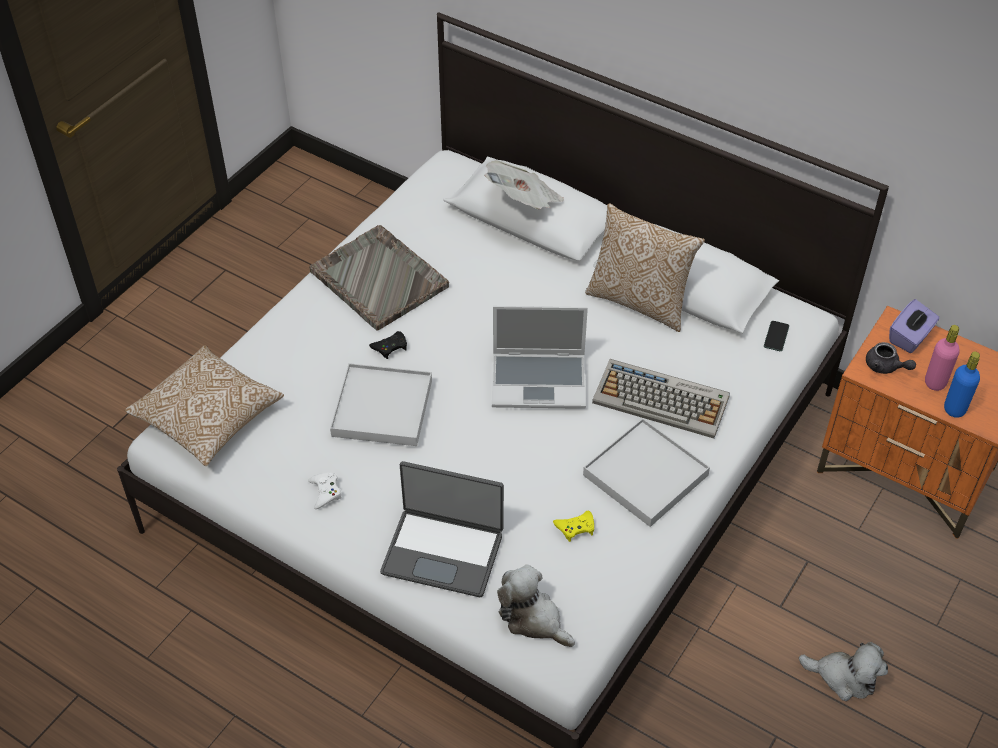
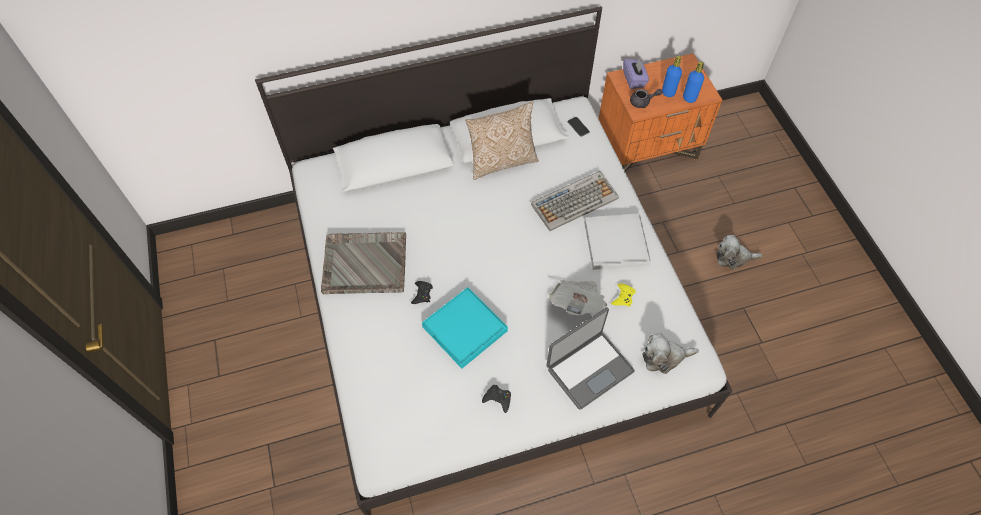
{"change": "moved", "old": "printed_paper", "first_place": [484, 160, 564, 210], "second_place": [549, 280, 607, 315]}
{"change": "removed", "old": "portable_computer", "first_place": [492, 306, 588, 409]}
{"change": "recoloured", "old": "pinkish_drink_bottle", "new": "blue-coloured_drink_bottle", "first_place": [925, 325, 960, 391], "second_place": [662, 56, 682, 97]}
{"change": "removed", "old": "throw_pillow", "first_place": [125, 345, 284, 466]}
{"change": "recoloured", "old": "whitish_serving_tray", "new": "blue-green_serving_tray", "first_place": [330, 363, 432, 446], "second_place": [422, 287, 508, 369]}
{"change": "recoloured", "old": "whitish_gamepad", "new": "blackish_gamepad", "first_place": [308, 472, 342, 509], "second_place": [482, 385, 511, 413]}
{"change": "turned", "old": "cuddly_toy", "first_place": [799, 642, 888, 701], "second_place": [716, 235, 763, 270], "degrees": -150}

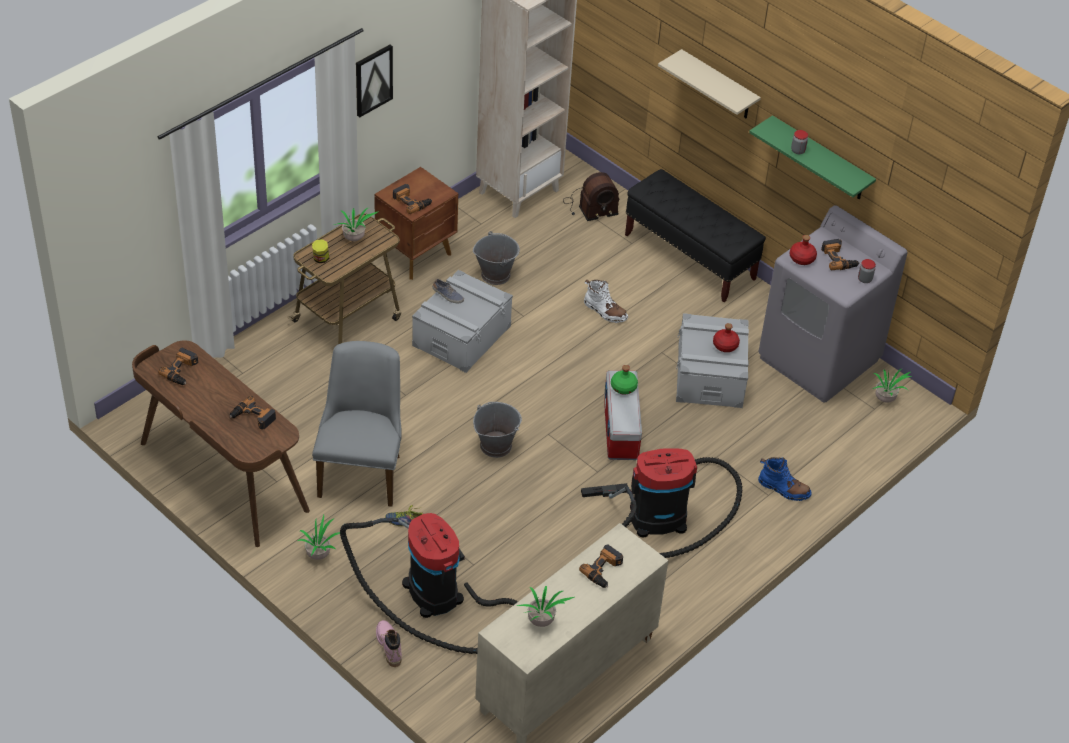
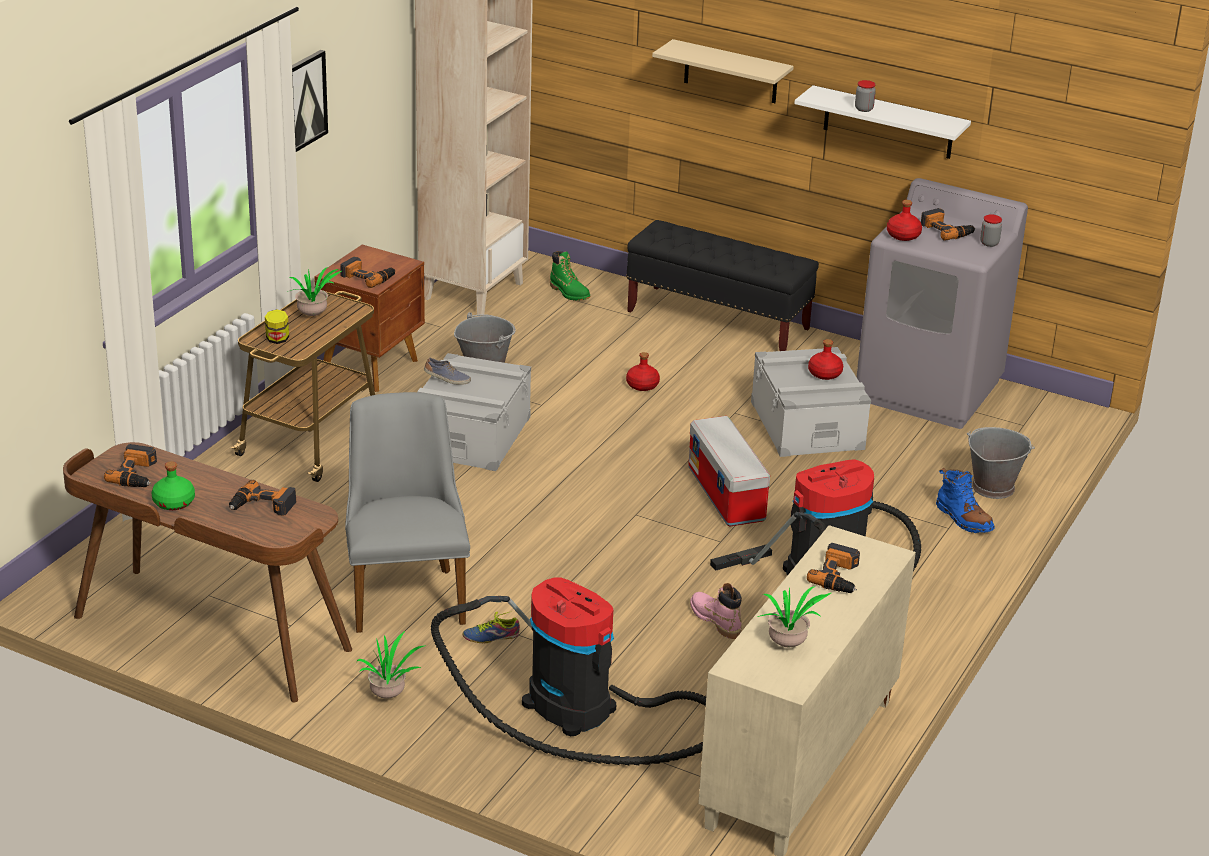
{"change": "recoloured", "old": "greenish_shelf", "new": "whitish_shelf", "first_place": [749, 115, 876, 199], "second_place": [794, 85, 971, 159]}
{"change": "replaced", "old": "radio_set", "new": "greenish_boot", "first_place": [563, 172, 619, 221], "second_place": [550, 251, 590, 301]}
{"change": "replaced", "old": "whitish_boot", "new": "red-coloured_drink_bottle", "first_place": [584, 280, 628, 323], "second_place": [626, 352, 660, 391]}
{"change": "moved", "old": "greenish_drink_bottle", "first_place": [611, 365, 638, 395], "second_place": [152, 461, 195, 510]}
{"change": "removed", "old": "houseplant", "first_place": [872, 368, 912, 403]}
{"change": "moved", "old": "gray_bucket", "first_place": [473, 402, 522, 458], "second_place": [967, 427, 1035, 499]}
{"change": "turned", "old": "blue-coloured_boot", "first_place": [758, 457, 812, 501], "second_place": [936, 468, 995, 533], "degrees": 45}
{"change": "moved", "old": "pinkish_boot", "first_place": [376, 620, 402, 667], "second_place": [690, 583, 742, 639]}

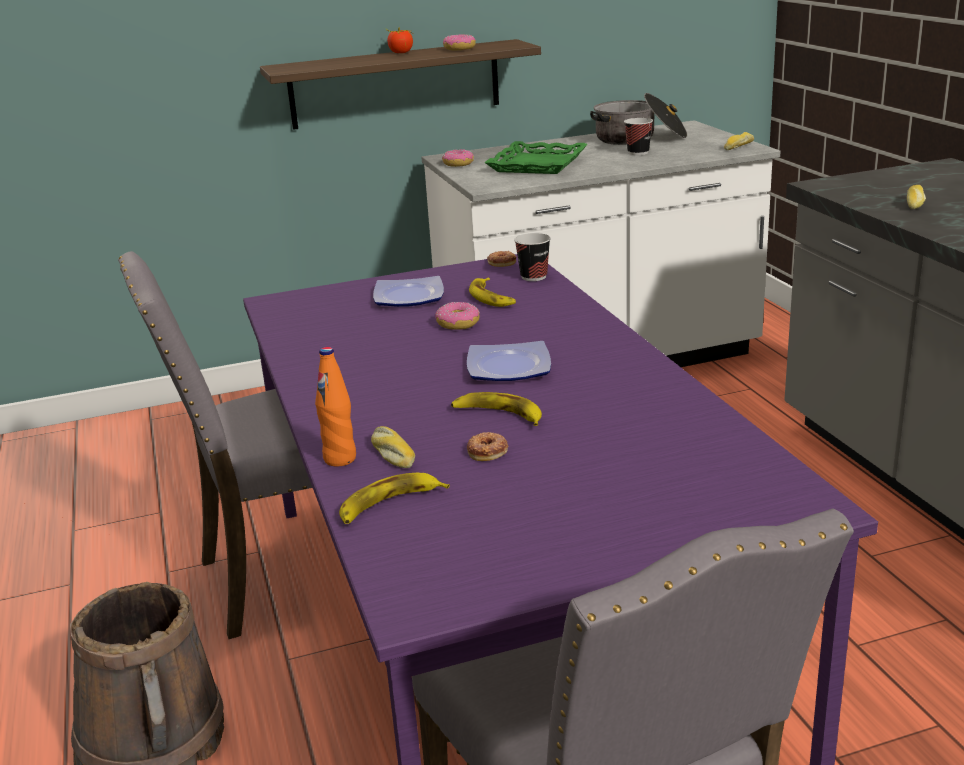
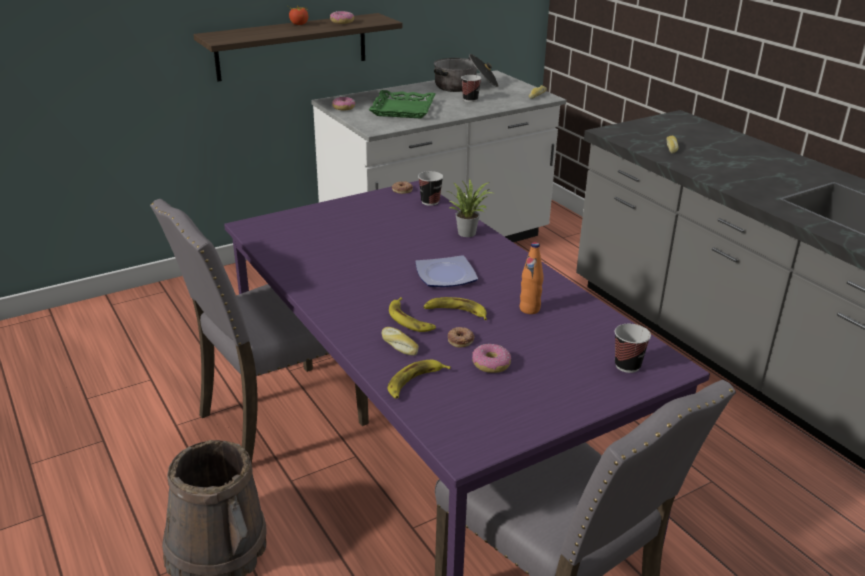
{"change": "removed", "old": "plate", "first_place": [373, 276, 444, 307]}
{"change": "moved", "old": "whole_banana", "first_place": [469, 277, 516, 307], "second_place": [389, 297, 436, 332]}
{"change": "moved", "old": "donut", "first_place": [435, 302, 480, 330], "second_place": [472, 344, 511, 373]}
{"change": "moved", "old": "orangey_drink_bottle", "first_place": [315, 347, 356, 467], "second_place": [520, 242, 544, 314]}
{"change": "added", "new": "houseplant", "second_place": [447, 179, 493, 237]}
{"change": "added", "new": "drinking_cup", "second_place": [615, 324, 651, 373]}

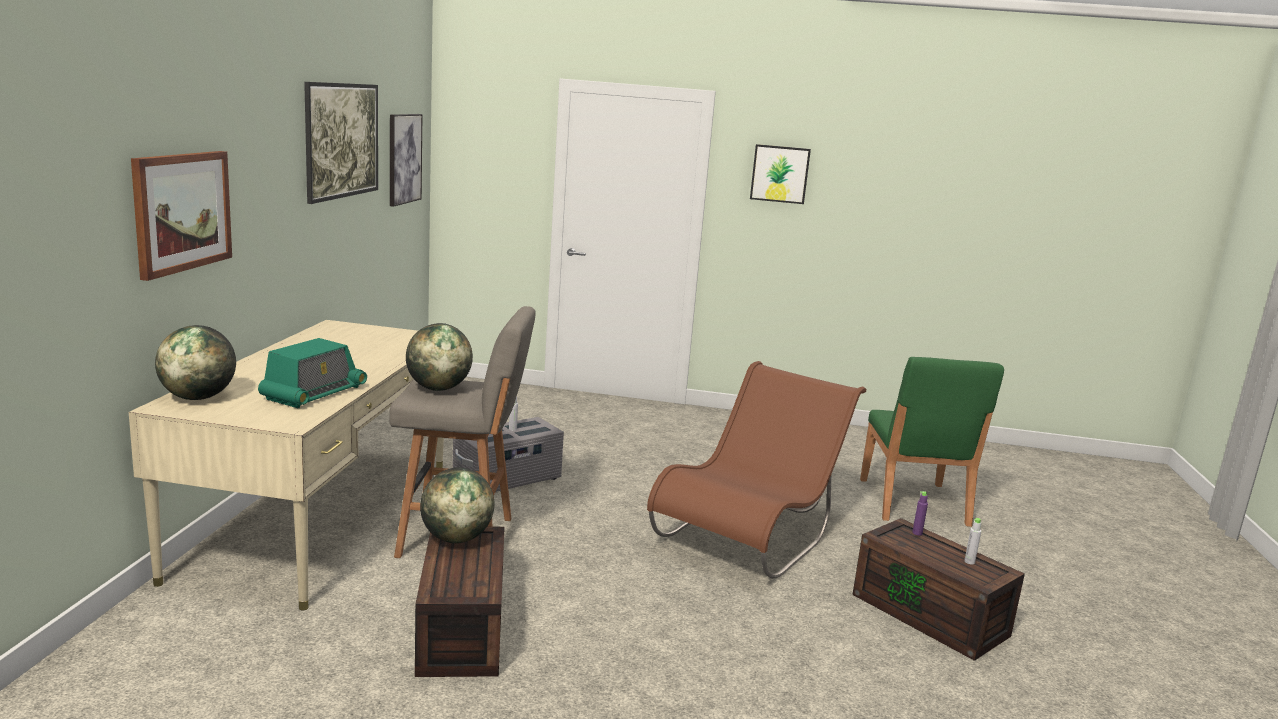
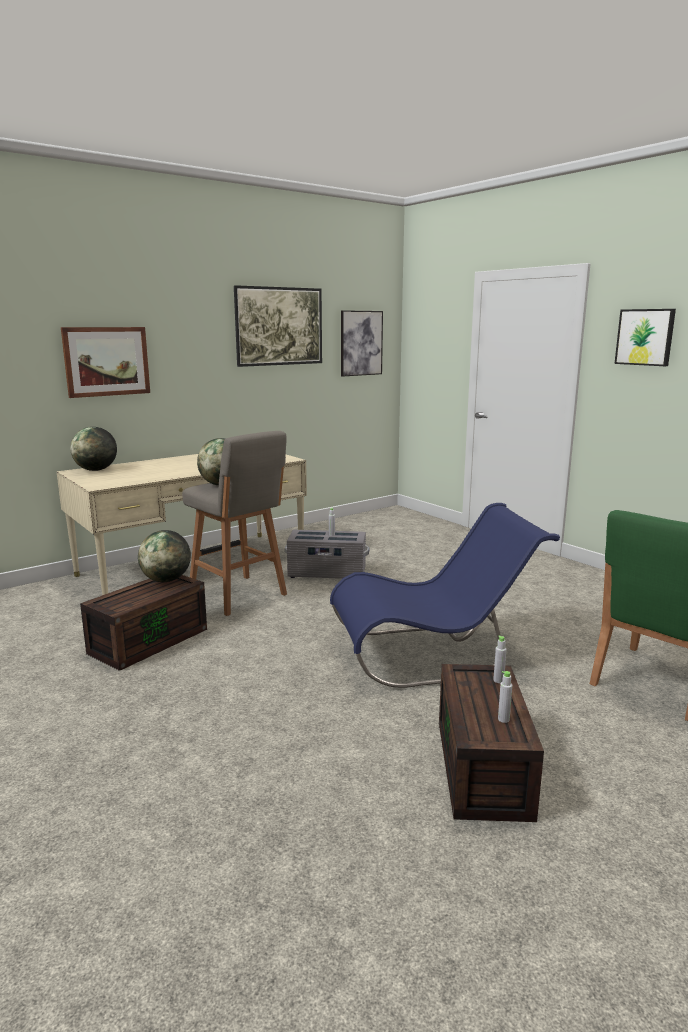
{"change": "removed", "old": "radio_set", "first_place": [258, 338, 367, 408]}
{"change": "recoloured", "old": "brown_plain_chair", "new": "blue-coloured_plain_chair", "first_place": [647, 361, 866, 578], "second_place": [330, 503, 560, 688]}
{"change": "recoloured", "old": "purplish_drink_bottle", "new": "gray_drink_bottle", "first_place": [912, 491, 928, 536], "second_place": [493, 635, 507, 683]}

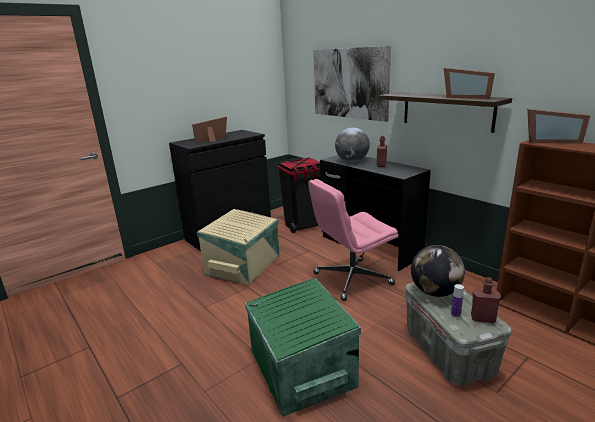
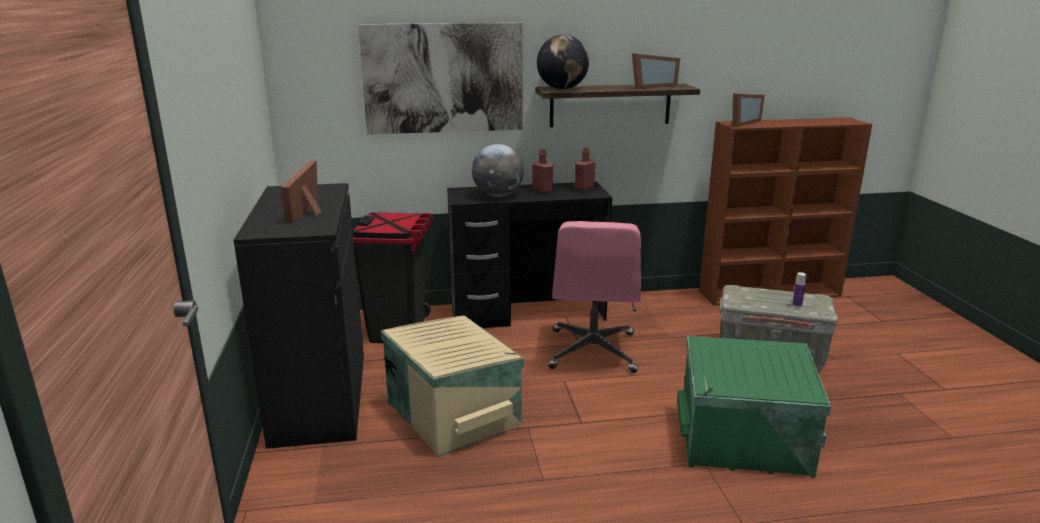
{"change": "moved", "old": "desk_globe", "first_place": [411, 245, 465, 297], "second_place": [537, 35, 589, 89]}
{"change": "moved", "old": "red-coloured_drink_bottle", "first_place": [471, 277, 501, 323], "second_place": [574, 147, 595, 191]}

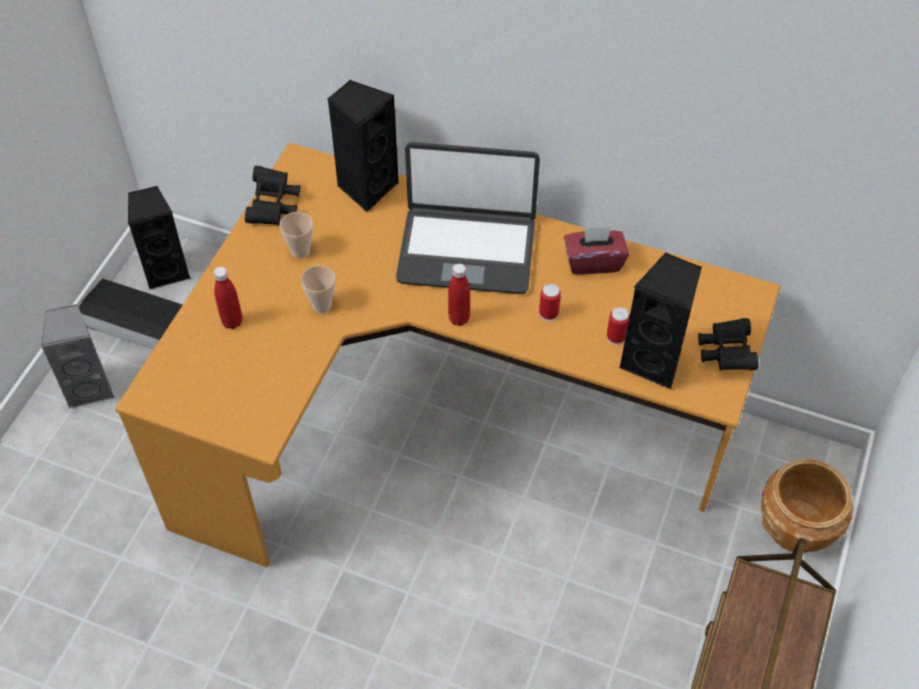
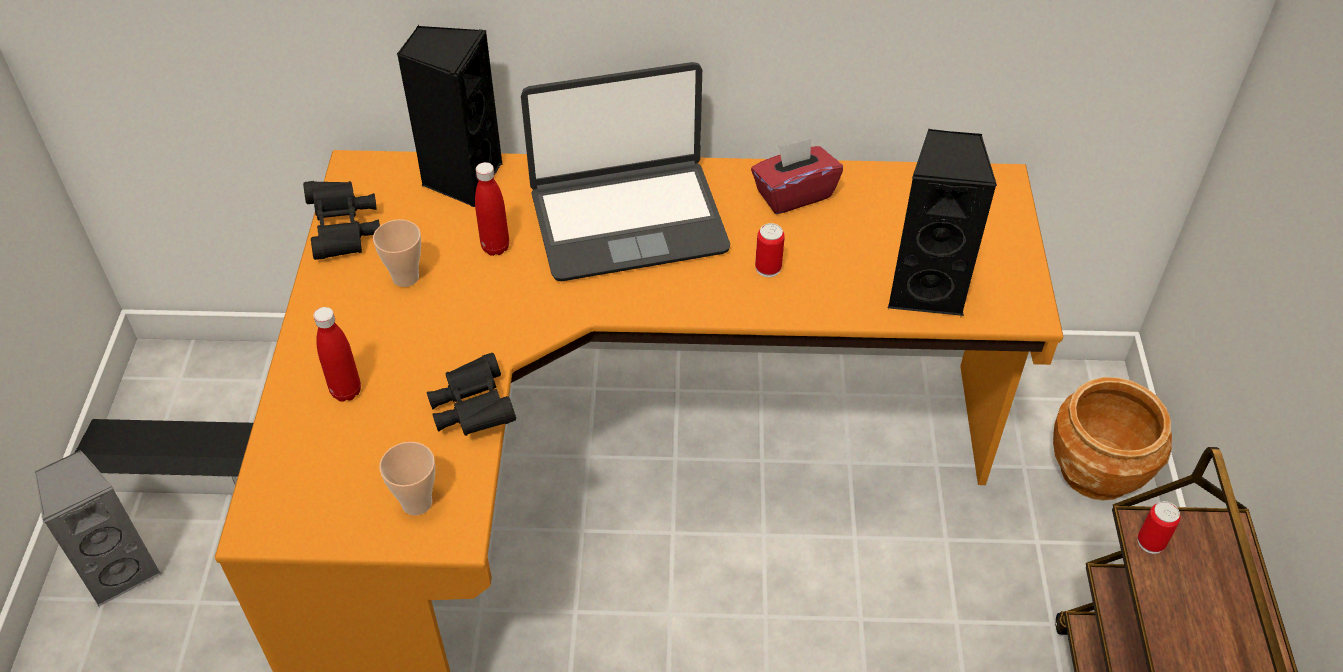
{"change": "removed", "old": "blackish_loudspeaker", "first_place": [128, 186, 191, 290]}
{"change": "moved", "old": "red-coloured_drink_bottle", "first_place": [448, 263, 470, 326], "second_place": [475, 162, 509, 256]}
{"change": "moved", "old": "drinking_cup", "first_place": [301, 266, 335, 313], "second_place": [379, 442, 435, 516]}
{"change": "moved", "old": "metal_can", "first_place": [607, 307, 630, 345], "second_place": [1138, 501, 1180, 554]}
{"change": "moved", "old": "blackish_pair_of_binoculars", "first_place": [698, 318, 758, 370], "second_place": [427, 353, 516, 436]}

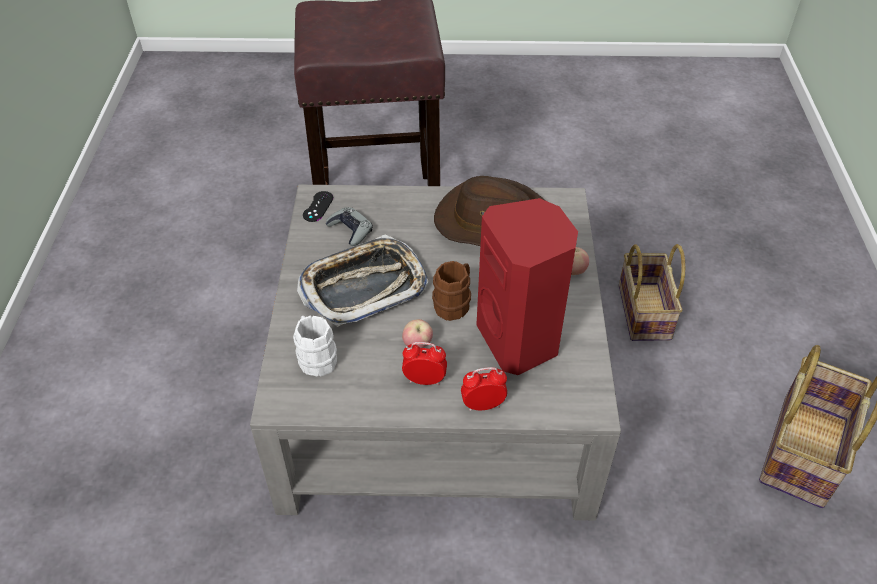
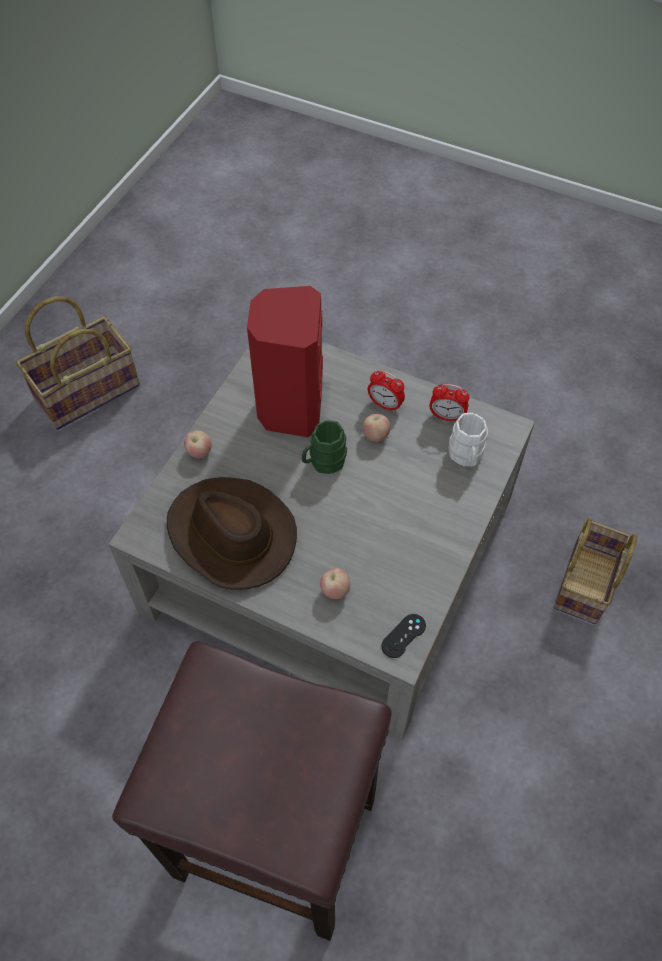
{"change": "removed", "old": "gray_gamepad", "first_place": [326, 207, 373, 246]}
{"change": "removed", "old": "serving_tray", "first_place": [297, 234, 429, 327]}
{"change": "moved", "old": "basket", "first_place": [619, 244, 685, 341], "second_place": [554, 517, 637, 624]}
{"change": "recoloured", "old": "brown_tea_mug", "new": "greenish_tea_mug", "first_place": [432, 261, 471, 321], "second_place": [302, 420, 347, 474]}
{"change": "moved", "old": "table_clock", "first_place": [461, 367, 507, 411], "second_place": [429, 384, 469, 421]}
{"change": "added", "new": "whole_apple", "second_place": [320, 568, 350, 599]}

